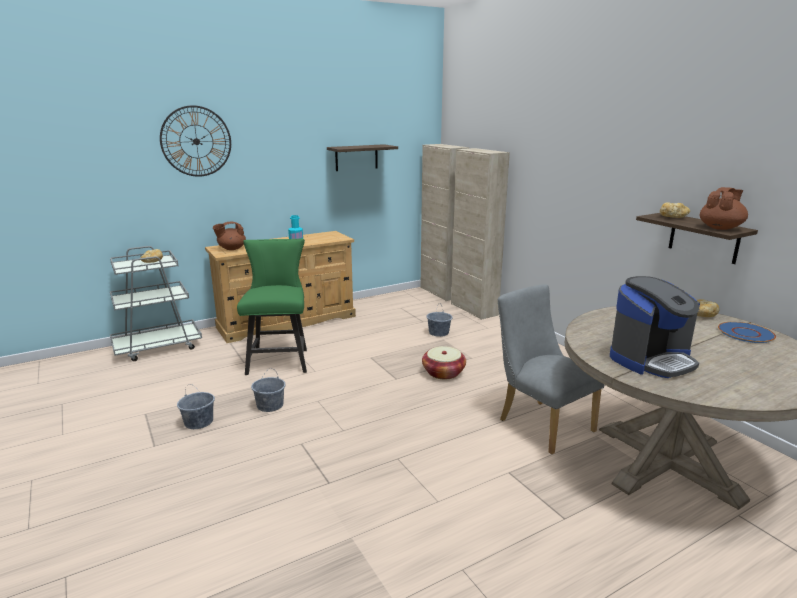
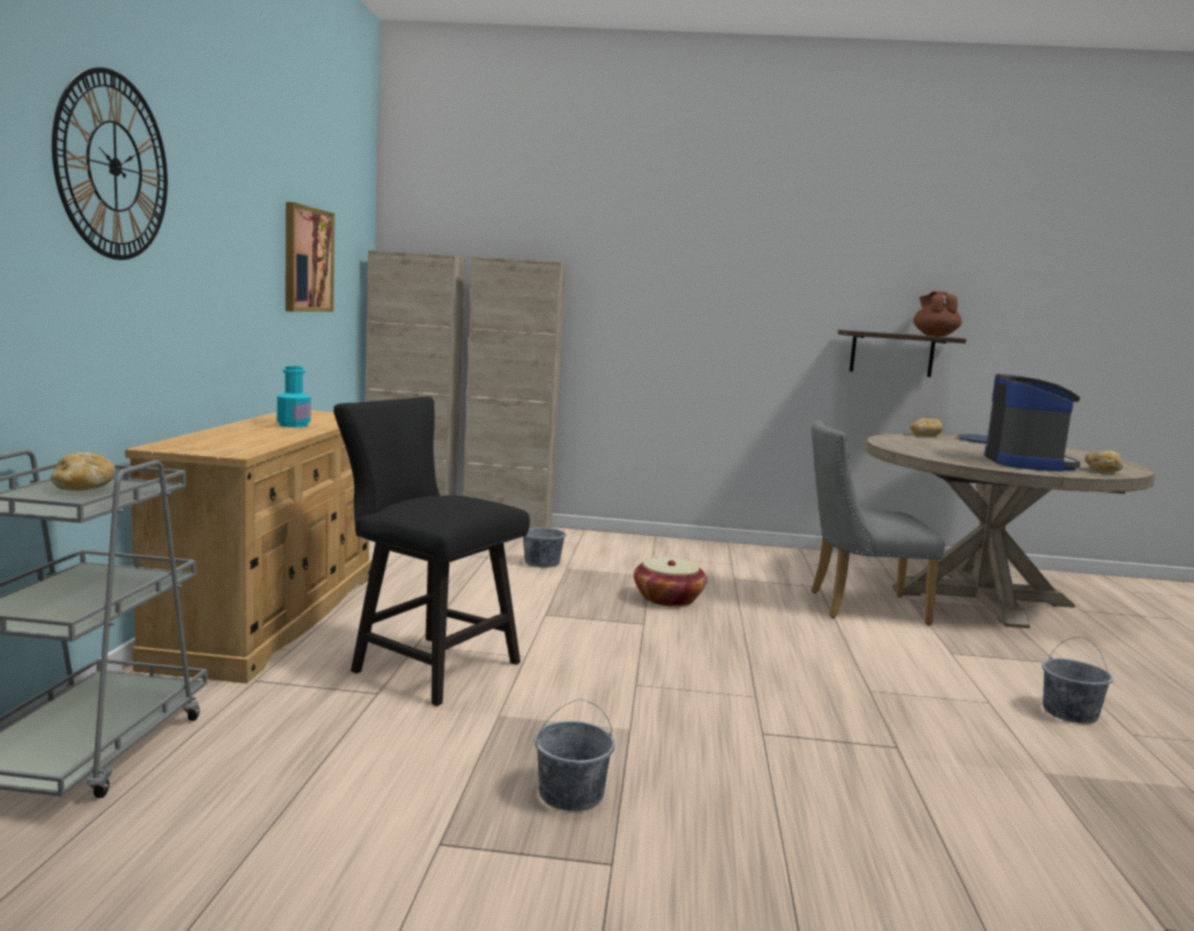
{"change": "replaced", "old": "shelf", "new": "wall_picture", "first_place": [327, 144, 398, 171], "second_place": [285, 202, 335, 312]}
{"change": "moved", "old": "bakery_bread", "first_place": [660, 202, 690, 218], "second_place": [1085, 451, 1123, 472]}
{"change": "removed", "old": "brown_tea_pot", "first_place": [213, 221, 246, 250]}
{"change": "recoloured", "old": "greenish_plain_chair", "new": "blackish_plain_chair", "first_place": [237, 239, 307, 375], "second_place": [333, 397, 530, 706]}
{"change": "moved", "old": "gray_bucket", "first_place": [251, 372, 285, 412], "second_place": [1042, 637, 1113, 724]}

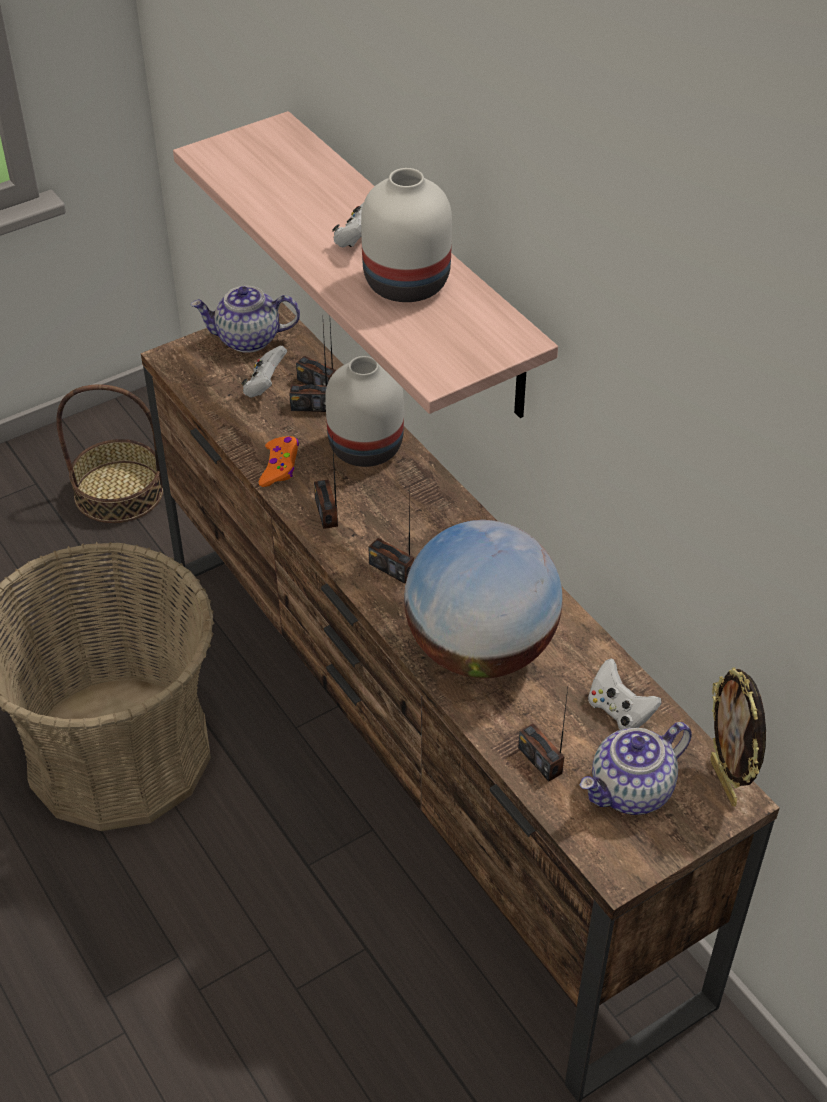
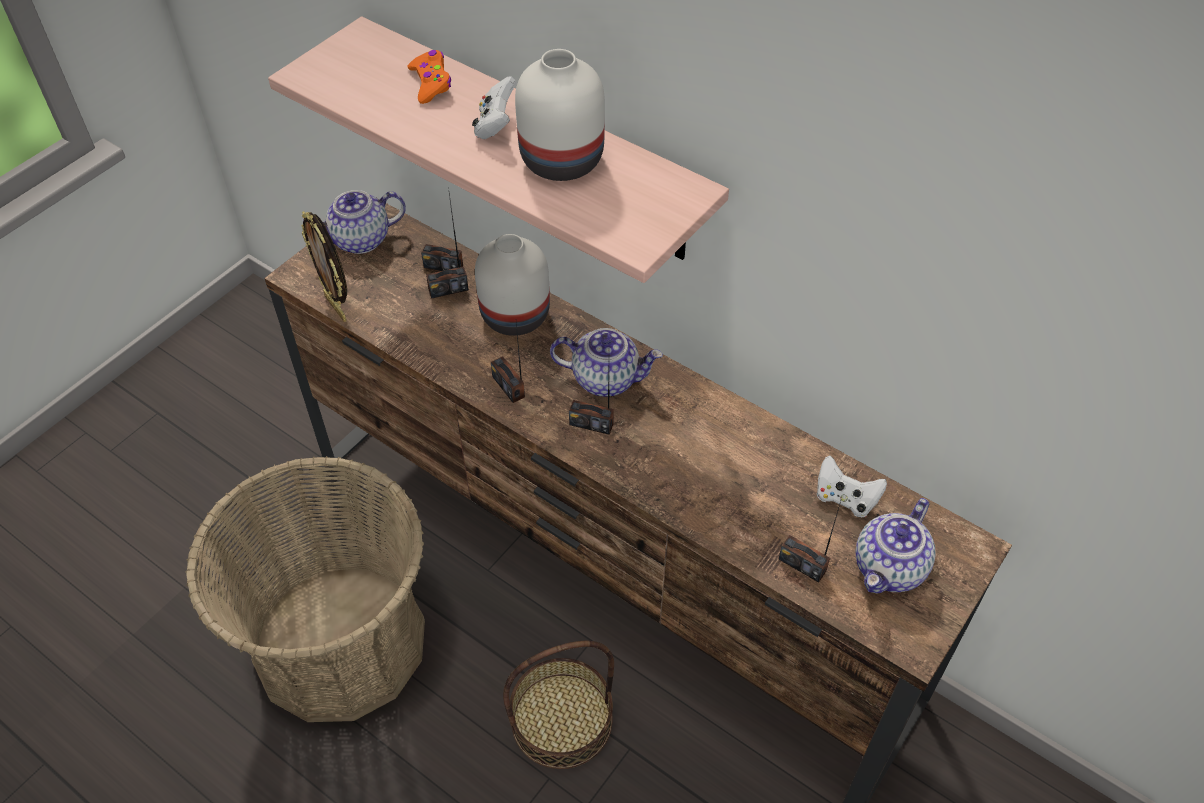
{"change": "removed", "old": "whitish_gamepad", "first_place": [241, 346, 287, 397]}
{"change": "moved", "old": "basket", "first_place": [56, 384, 163, 523], "second_place": [503, 640, 614, 769]}
{"change": "moved", "old": "orangey_gamepad", "first_place": [259, 436, 299, 487], "second_place": [407, 50, 451, 104]}
{"change": "removed", "old": "desk_globe", "first_place": [404, 520, 563, 678]}
{"change": "moved", "old": "photo_frame", "first_place": [710, 667, 766, 807], "second_place": [301, 211, 347, 322]}
{"change": "added", "new": "tea_pot", "second_place": [550, 328, 663, 397]}

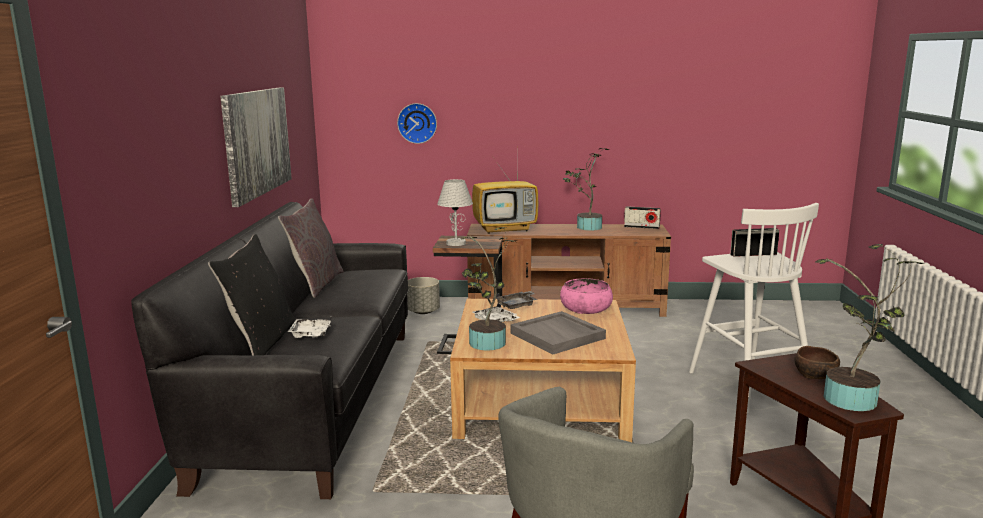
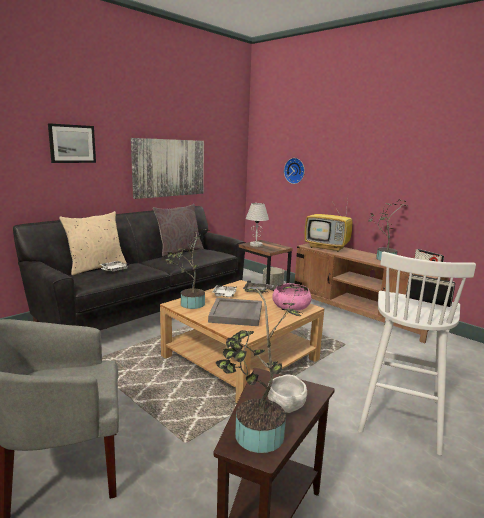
{"change": "recoloured", "old": "blackish_throw_pillow", "new": "beige-coloured_throw_pillow", "first_place": [208, 234, 296, 355], "second_place": [59, 211, 127, 275]}
{"change": "recoloured", "old": "brown_deep_dish", "new": "whitish_deep_dish", "first_place": [795, 346, 840, 379], "second_place": [268, 374, 307, 413]}
{"change": "added", "new": "wall_picture", "second_place": [48, 123, 96, 163]}

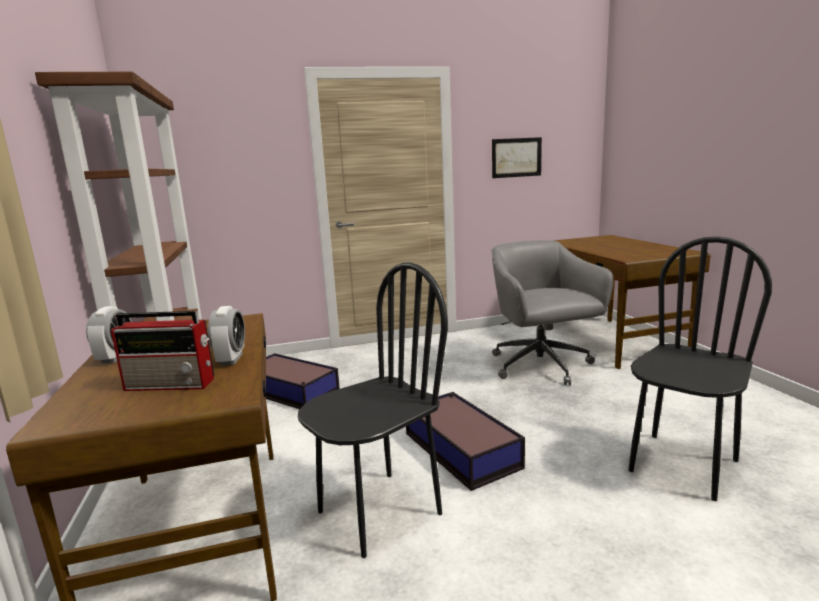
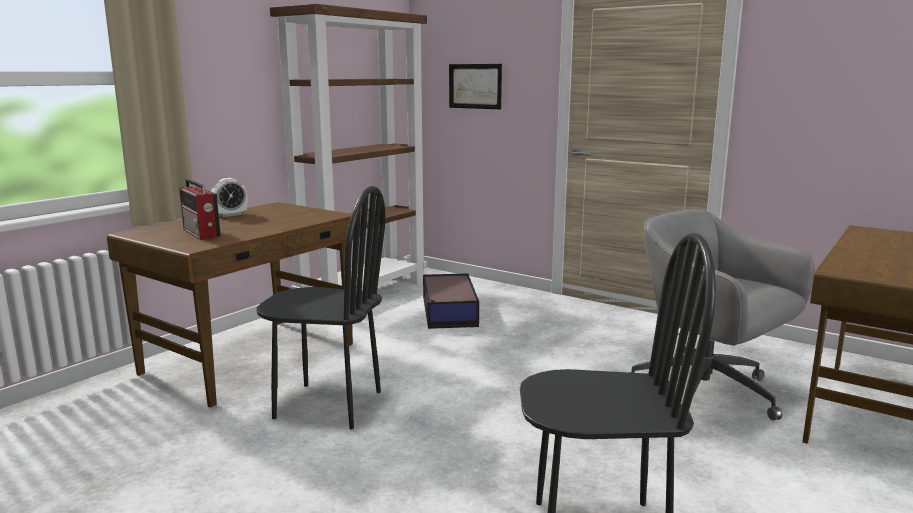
{"change": "moved", "old": "wall_picture", "first_place": [492, 137, 542, 178], "second_place": [449, 64, 502, 109]}
{"change": "turned", "old": "gray_office_chair", "first_place": [491, 240, 613, 385], "second_place": [629, 210, 815, 420], "degrees": -75}
{"change": "removed", "old": "table_clock", "first_place": [208, 306, 245, 365]}
{"change": "removed", "old": "storage_container", "first_place": [406, 392, 525, 491]}

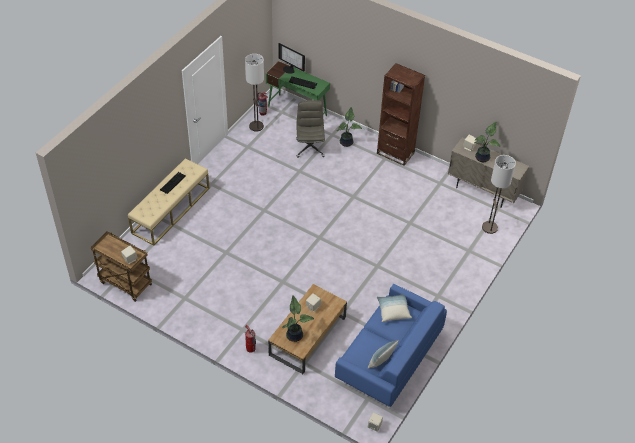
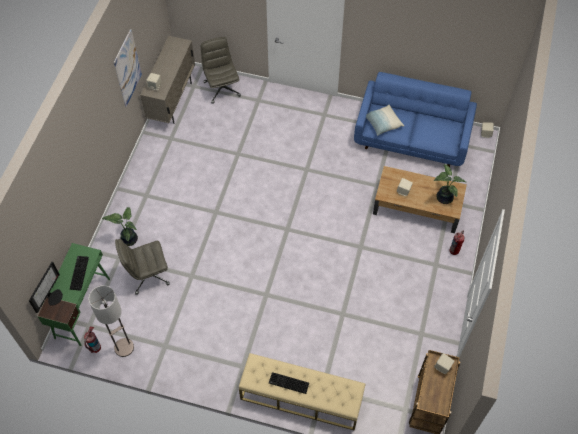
{"change": "removed", "old": "brown_bookshelf", "first_place": [377, 63, 425, 166]}
{"change": "removed", "old": "houseplant", "first_place": [474, 122, 500, 162]}
{"change": "replaced", "old": "standing_lamp", "new": "gray_office_chair", "first_place": [482, 155, 516, 234], "second_place": [201, 37, 241, 104]}
{"change": "removed", "old": "throw_pillow", "first_place": [368, 340, 399, 369]}
{"change": "added", "new": "wall_picture", "second_place": [114, 29, 142, 107]}

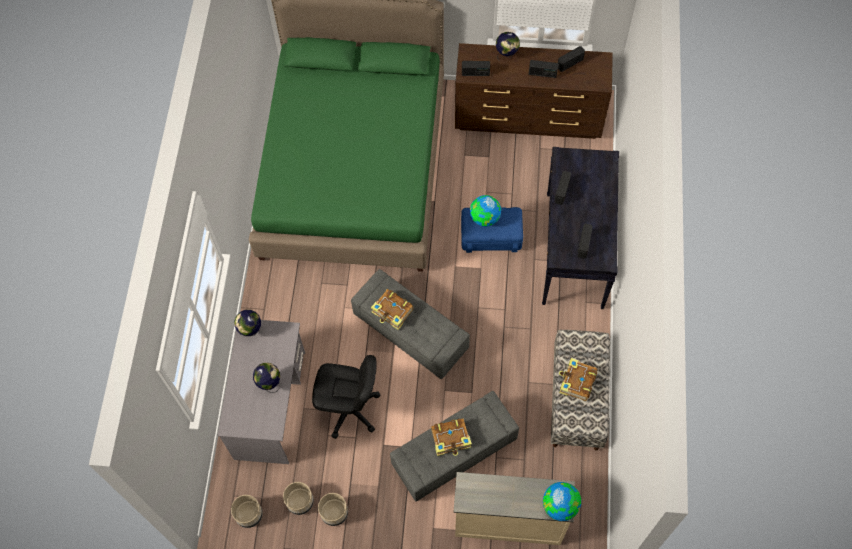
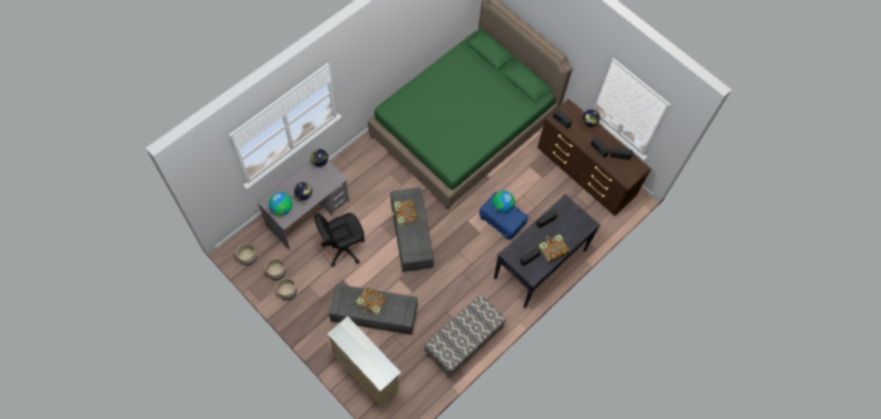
{"change": "turned", "old": "blackish_office_chair", "first_place": [312, 355, 381, 439], "second_place": [314, 213, 365, 267], "degrees": 105}
{"change": "moved", "old": "book", "first_place": [559, 358, 597, 401], "second_place": [539, 234, 569, 263]}
{"change": "moved", "old": "desk_globe", "first_place": [543, 482, 581, 521], "second_place": [269, 192, 293, 215]}

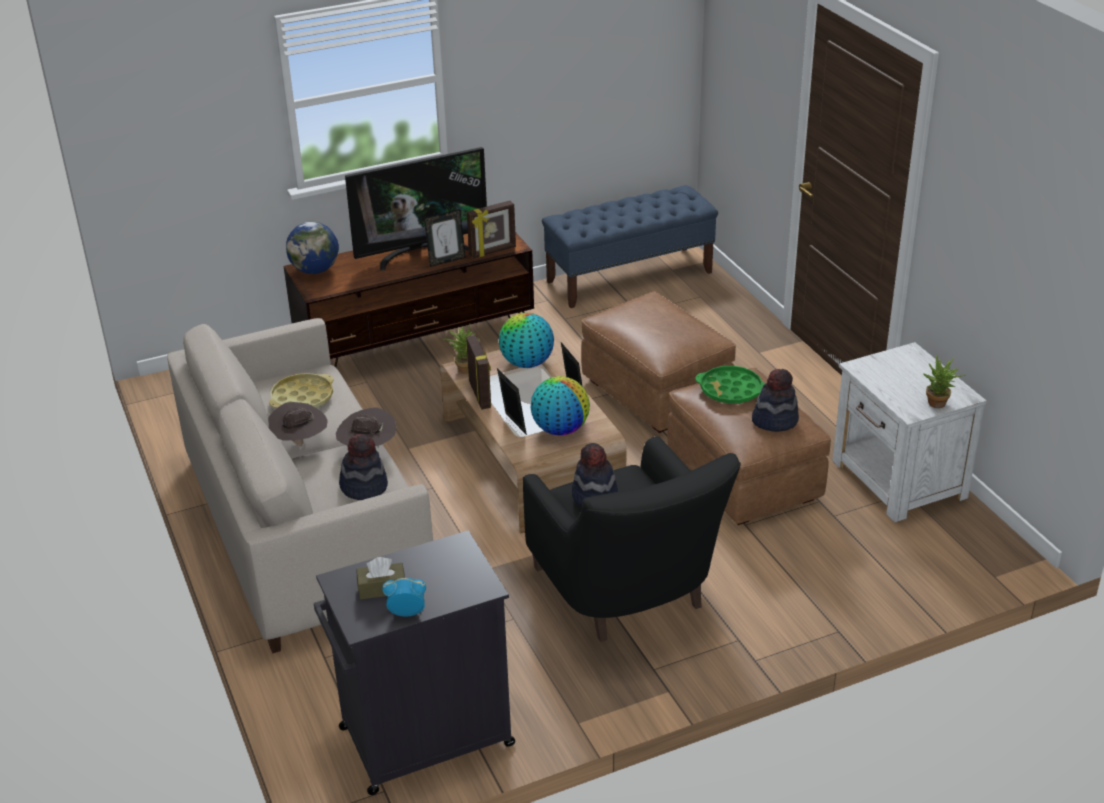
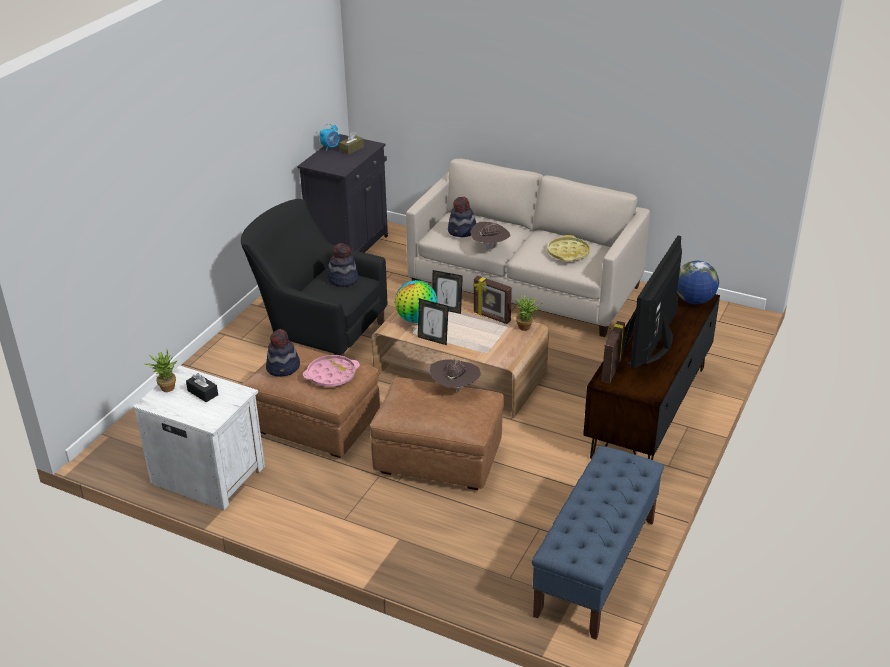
{"change": "removed", "old": "desk_globe", "first_place": [499, 313, 554, 368]}
{"change": "recoloured", "old": "greenish_serving_tray", "new": "pinkish_serving_tray", "first_place": [695, 366, 765, 404], "second_place": [303, 355, 360, 387]}
{"change": "moved", "old": "brown_clothing_hat", "first_place": [268, 402, 328, 446], "second_place": [430, 359, 481, 393]}
{"change": "added", "new": "blackish_tissue_box", "second_place": [186, 373, 218, 402]}

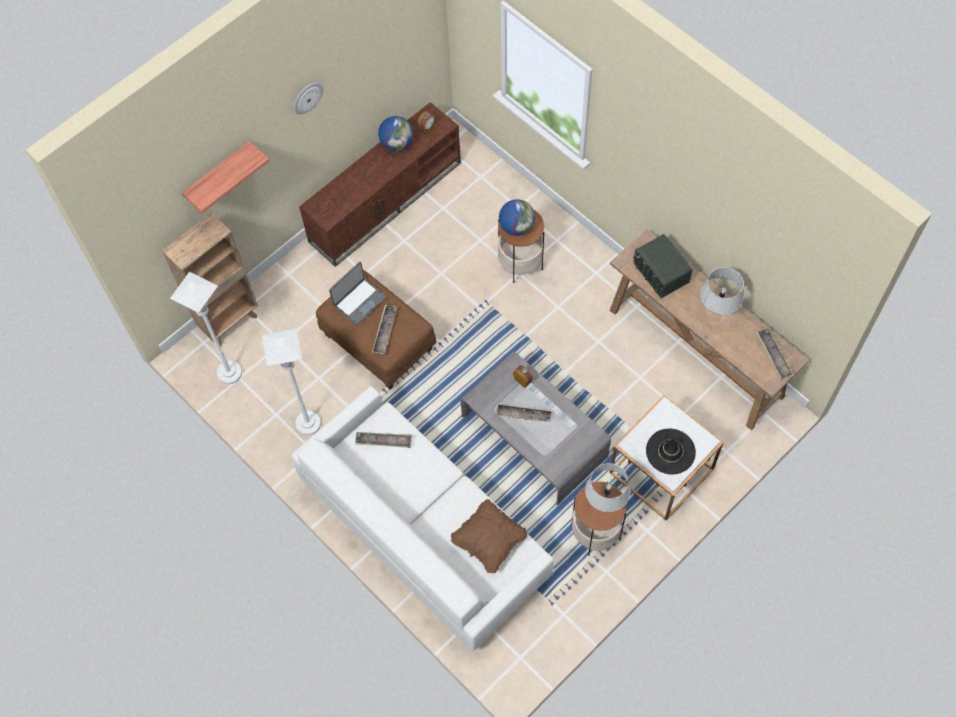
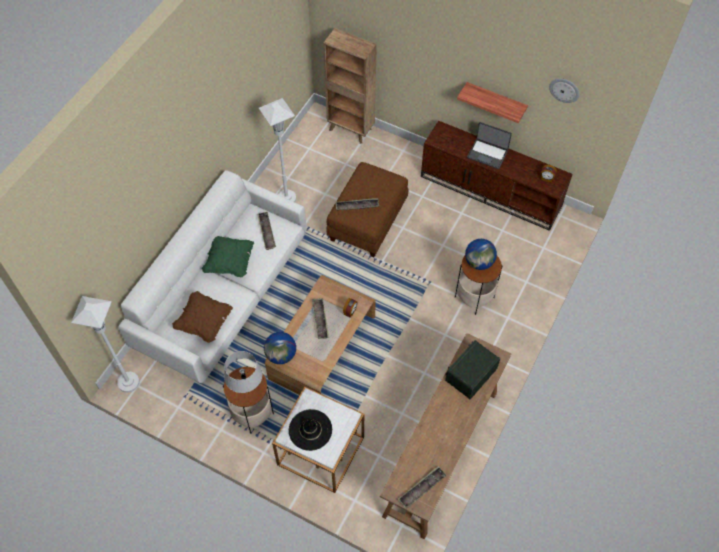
{"change": "moved", "old": "hanging_clock", "first_place": [294, 82, 323, 114], "second_place": [549, 79, 580, 103]}
{"change": "moved", "old": "desk_globe", "first_place": [378, 116, 413, 151], "second_place": [264, 332, 296, 364]}
{"change": "moved", "old": "shelf", "first_place": [182, 141, 269, 213], "second_place": [457, 82, 528, 123]}
{"change": "moved", "old": "portable_computer", "first_place": [329, 262, 387, 326], "second_place": [467, 122, 512, 169]}
{"change": "removed", "old": "gray_lamp_for_a_table", "first_place": [700, 267, 744, 314]}
{"change": "moved", "old": "whitish_standing_lamp", "first_place": [170, 272, 242, 385], "second_place": [71, 296, 140, 393]}
{"change": "recoloured", "old": "gray_low_table", "new": "brown_low_table", "first_place": [460, 352, 611, 505], "second_place": [265, 275, 376, 395]}
{"change": "added", "new": "greenish_throw_pillow", "second_place": [201, 236, 254, 278]}

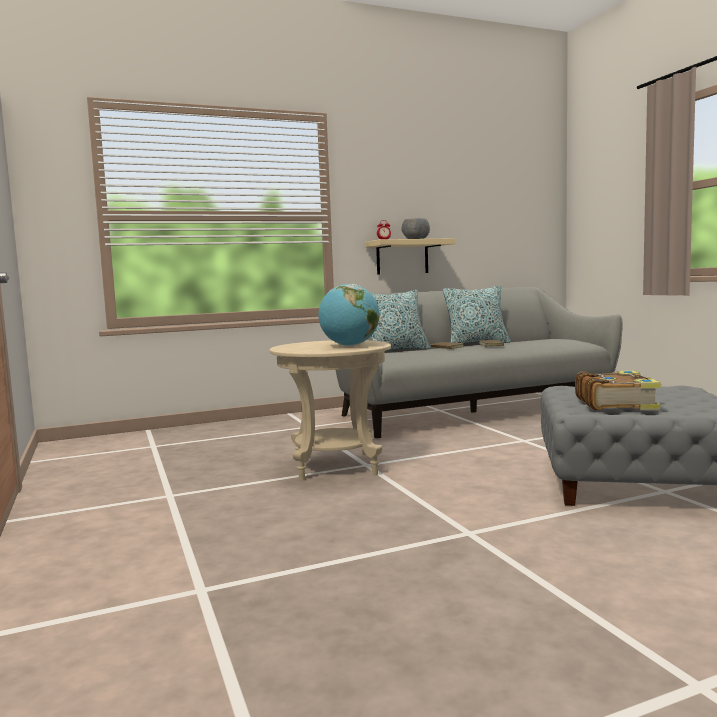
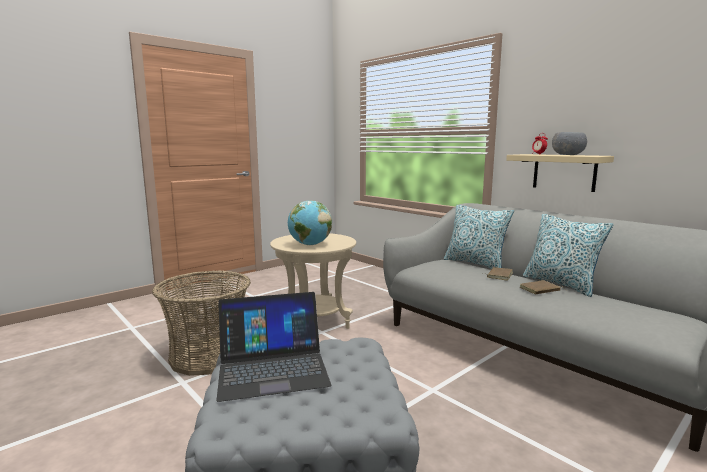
{"change": "replaced", "old": "book", "new": "portable_computer", "first_place": [575, 371, 662, 410], "second_place": [216, 292, 331, 402]}
{"change": "added", "new": "basket", "second_place": [152, 270, 251, 376]}

